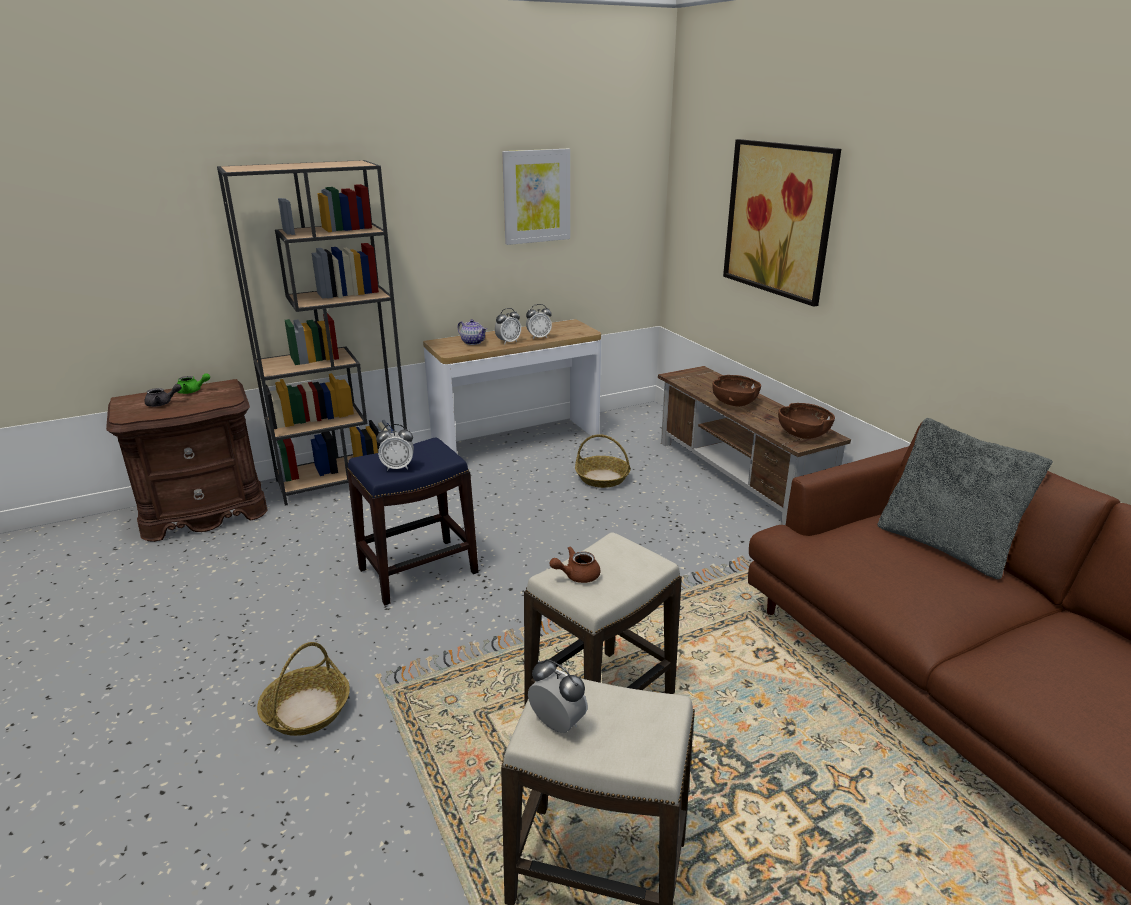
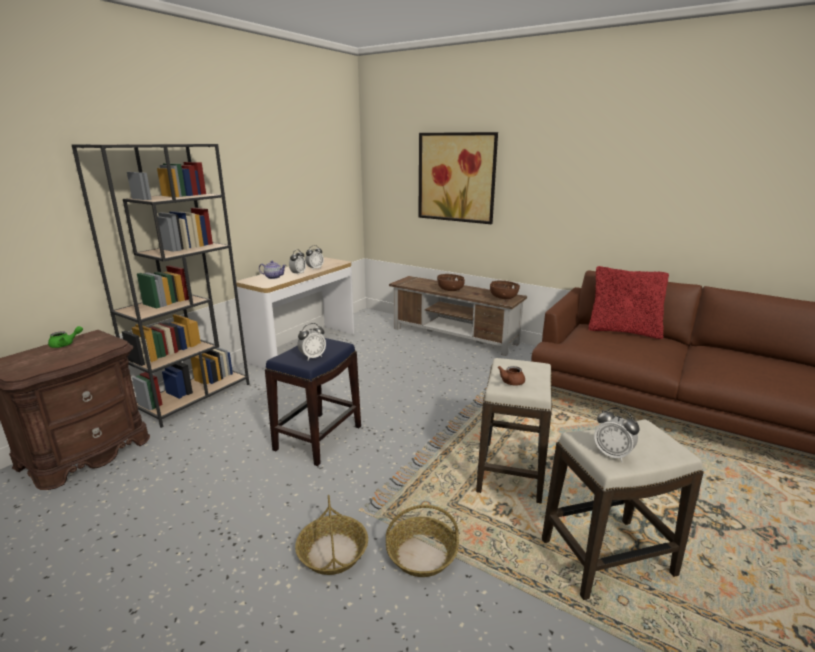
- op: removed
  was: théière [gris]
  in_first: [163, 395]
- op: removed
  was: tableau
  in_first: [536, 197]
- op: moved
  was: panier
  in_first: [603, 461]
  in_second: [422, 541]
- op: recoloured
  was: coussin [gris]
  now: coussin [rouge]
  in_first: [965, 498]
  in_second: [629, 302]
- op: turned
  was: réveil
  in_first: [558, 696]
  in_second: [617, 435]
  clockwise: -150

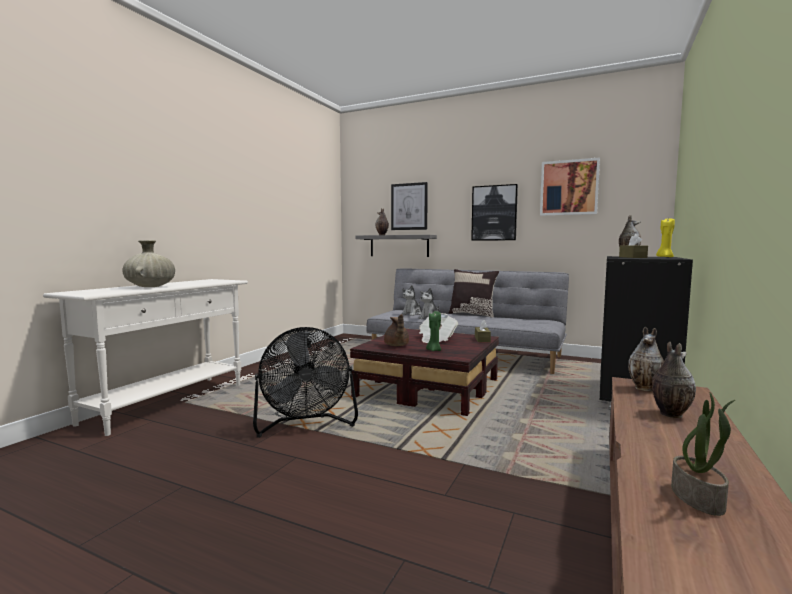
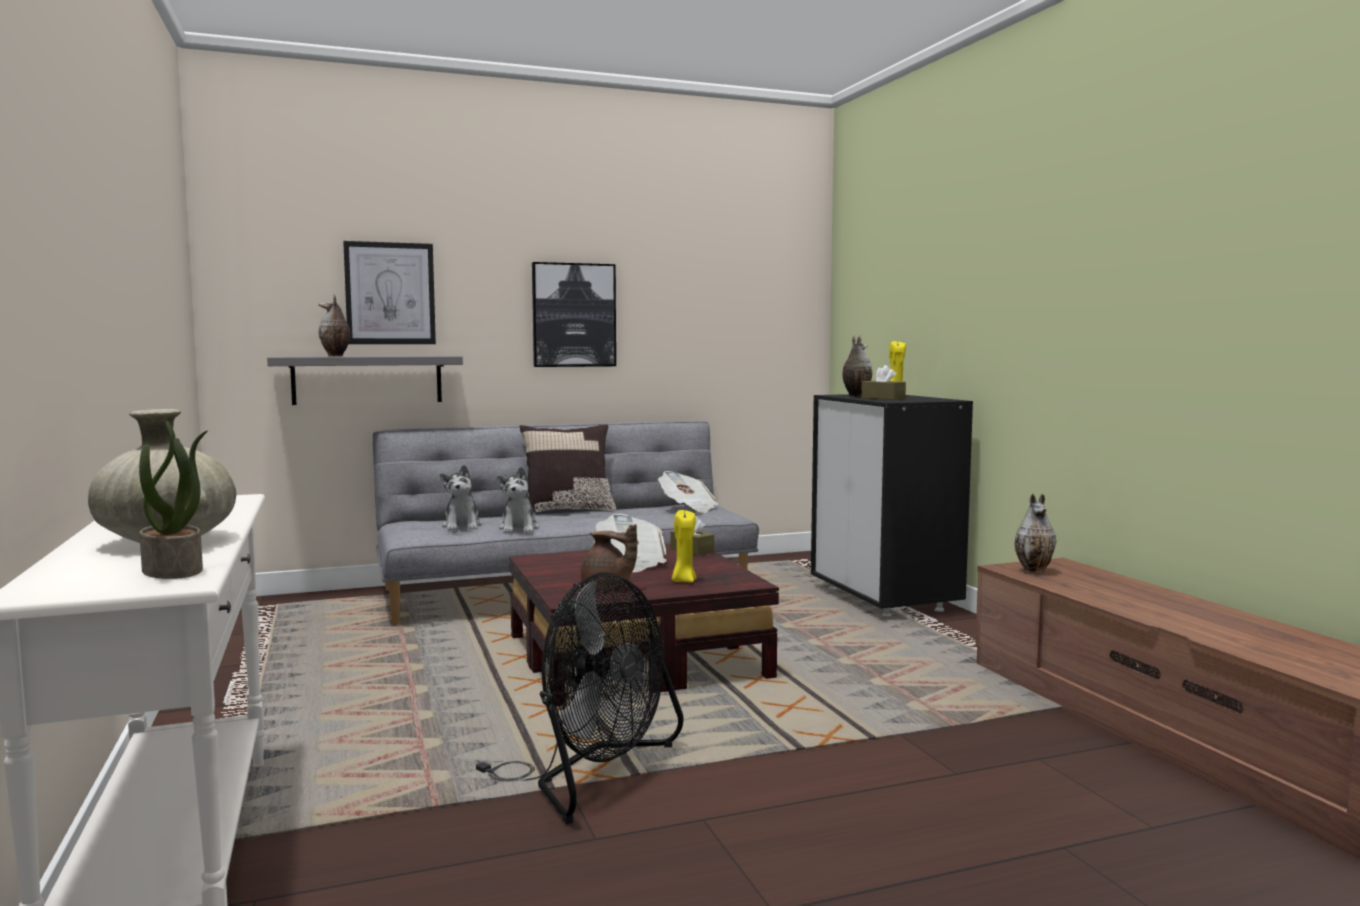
- op: removed
  was: tableau
  in_first: [570, 186]
- op: removed
  was: vase
  in_first: [674, 380]
- op: added
  now: journal
  in_second: [688, 492]
- op: moved
  was: plante en pot
  in_first: [703, 454]
  in_second: [173, 500]
- op: recoloured
  was: bougie [vert]
  now: bougie [jaune]
  in_first: [433, 331]
  in_second: [684, 546]

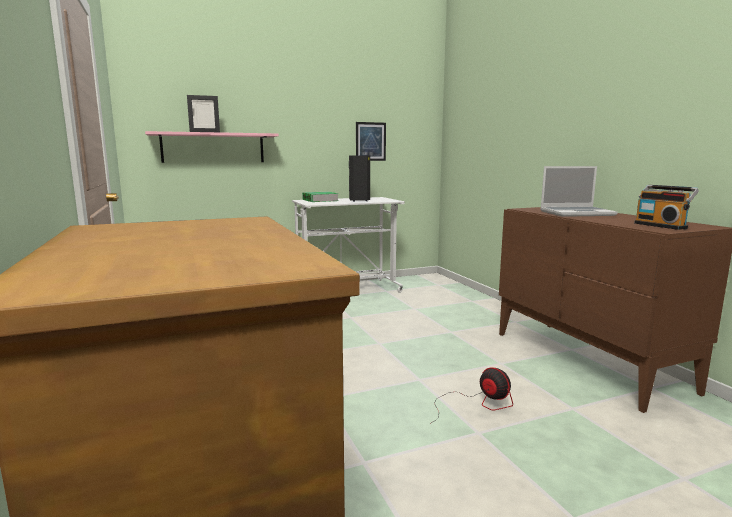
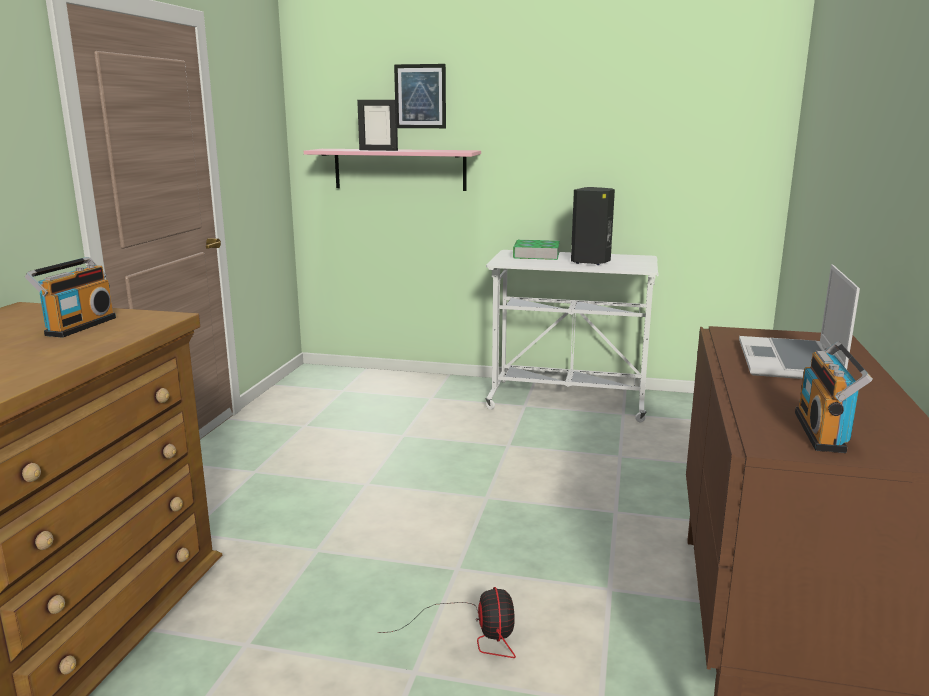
- op: added
  now: radio
  in_second: [70, 297]
- op: moved
  was: tableau
  in_first: [371, 141]
  in_second: [420, 96]
- op: turned
  was: ordinateur portable
  in_first: [579, 191]
  in_second: [799, 321]
  clockwise: 75

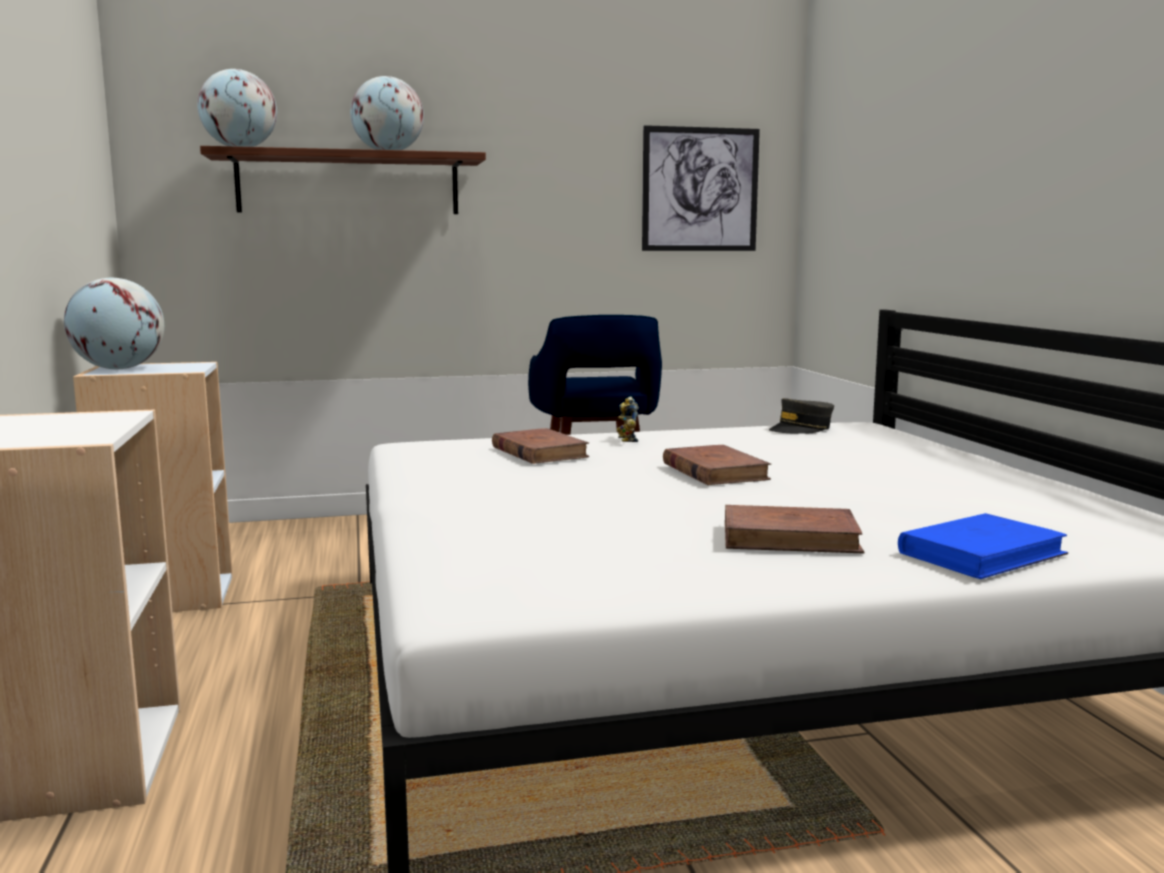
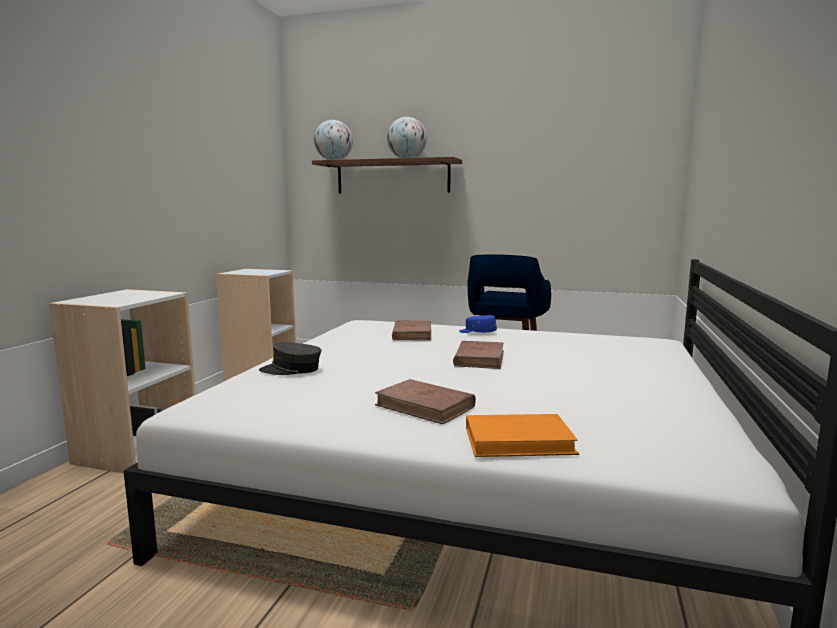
- op: removed
  was: globe
  in_first: [114, 323]
- op: removed
  was: tableau
  in_first: [701, 188]
- op: moved
  was: casquette [gris]
  in_first: [801, 416]
  in_second: [290, 358]
- op: replaced
  was: robot jouet
  now: casquette [bleu]
  in_first: [627, 419]
  in_second: [478, 324]
- op: recoloured
  was: livre [bleu]
  now: livre [orange]
  in_first: [983, 546]
  in_second: [522, 435]

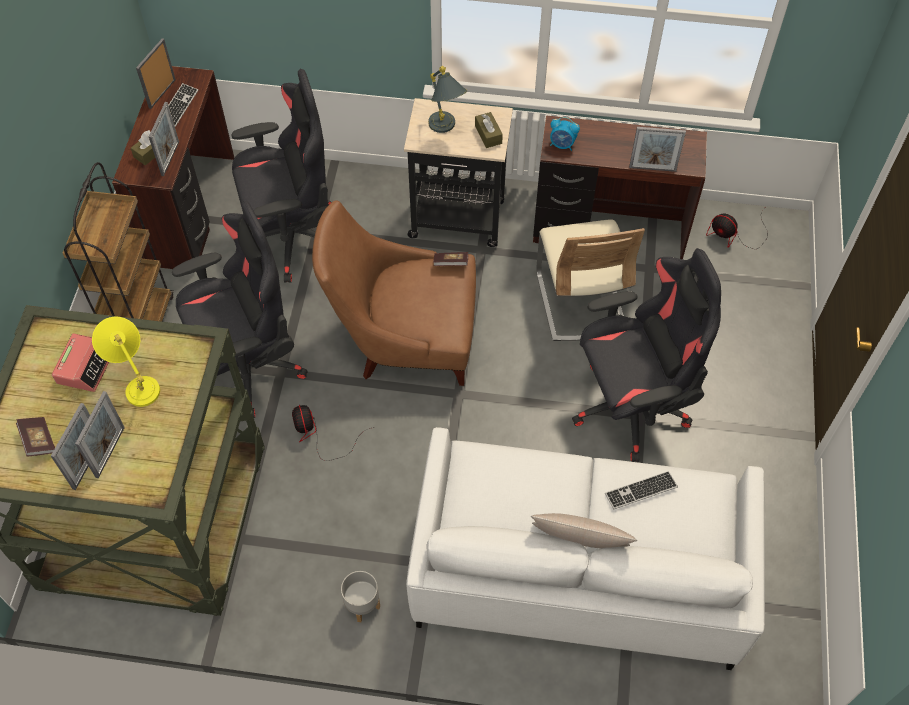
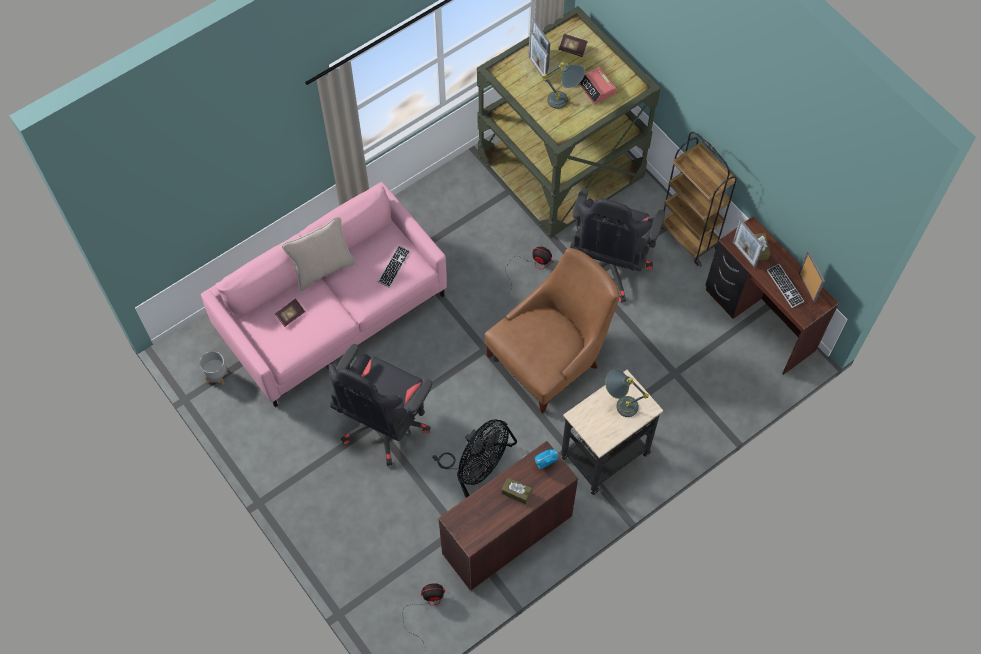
- op: removed
  was: chaise de bureau [noir]
  in_first: [281, 175]
- op: removed
  was: cadre photo
  in_first: [657, 149]
- op: moved
  was: cache-pot [gris]
  in_first: [360, 596]
  in_second: [214, 368]
- op: moved
  was: livre
  in_first: [450, 259]
  in_second: [290, 312]
- op: moved
  was: boîte à mouchoirs [marron]
  in_first: [489, 130]
  in_second: [517, 491]
- op: moved
  was: clavier
  in_first: [641, 490]
  in_second: [394, 266]
- op: replaced
  was: chaise [beige]
  now: ventilateur [noir]
  in_first: [590, 280]
  in_second: [474, 459]
- op: recoloured
  was: lampe de table [jaune]
  now: lampe de table [gris]
  in_first: [126, 362]
  in_second: [563, 85]
- op: recoloured
  was: canapé [blanc]
  now: canapé [rose]
  in_first: [585, 548]
  in_second: [324, 294]

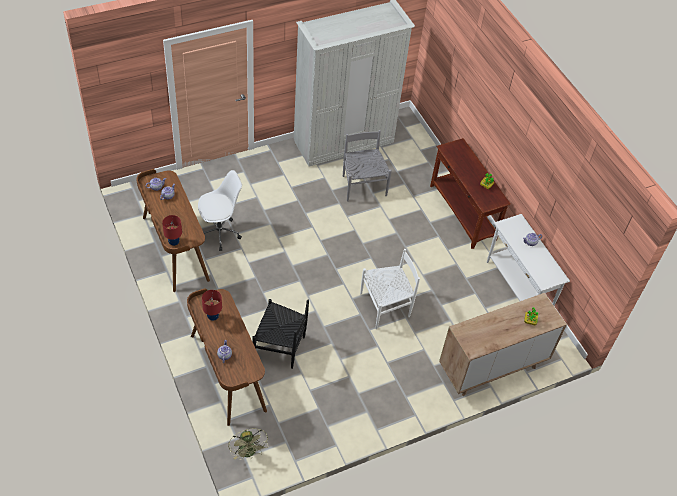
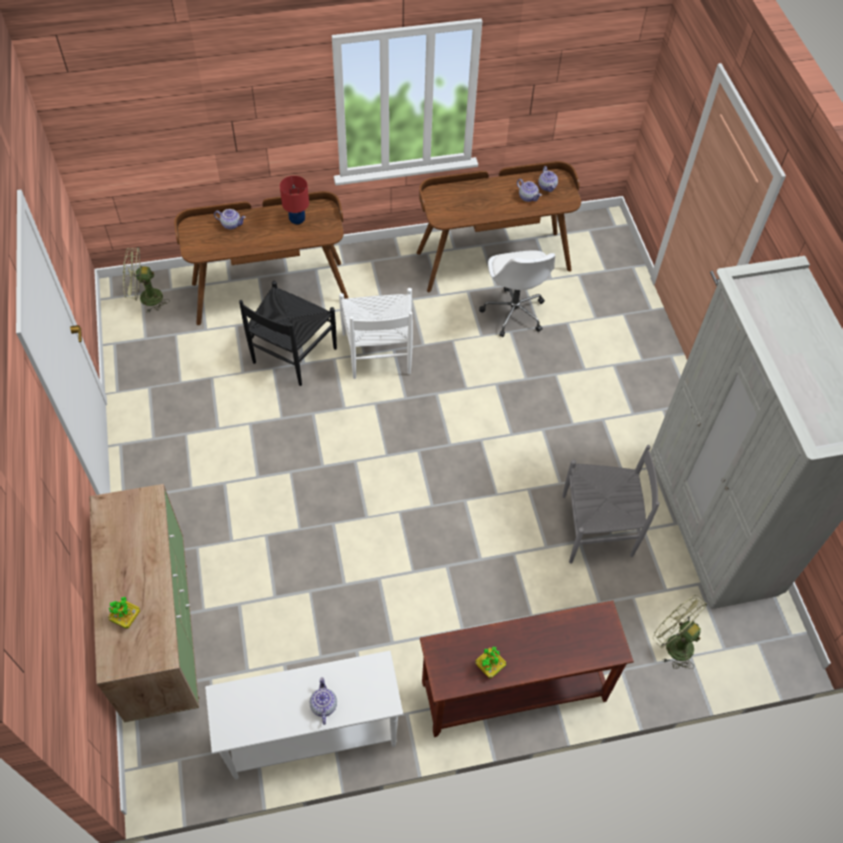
- op: removed
  was: lampe de table [rouge]
  in_first: [172, 230]
- op: added
  now: ventilateur [vert]
  in_second: [680, 632]
- op: moved
  was: chaise [blanc]
  in_first: [390, 289]
  in_second: [376, 333]

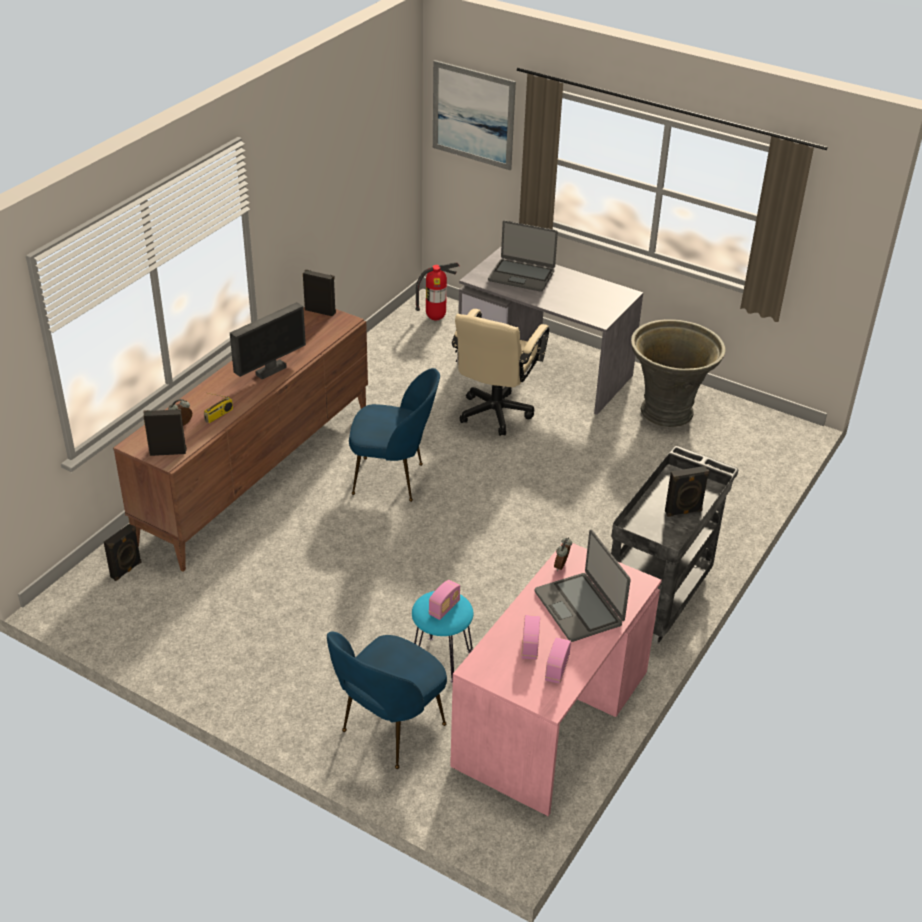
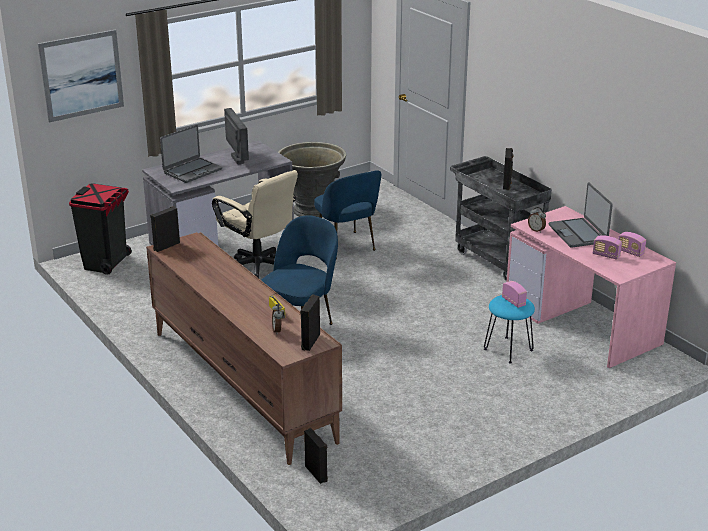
- op: moved
  was: écran d'ordinateur
  in_first: [268, 340]
  in_second: [236, 136]
- op: moved
  was: chaise [bleu]
  in_first: [387, 700]
  in_second: [347, 214]
- op: replaced
  was: extincteur
  now: poubelle [noir]
  in_first: [437, 291]
  in_second: [100, 229]
- op: turned
  was: ordinateur portable
  in_first: [583, 586]
  in_second: [581, 215]
  clockwise: 75

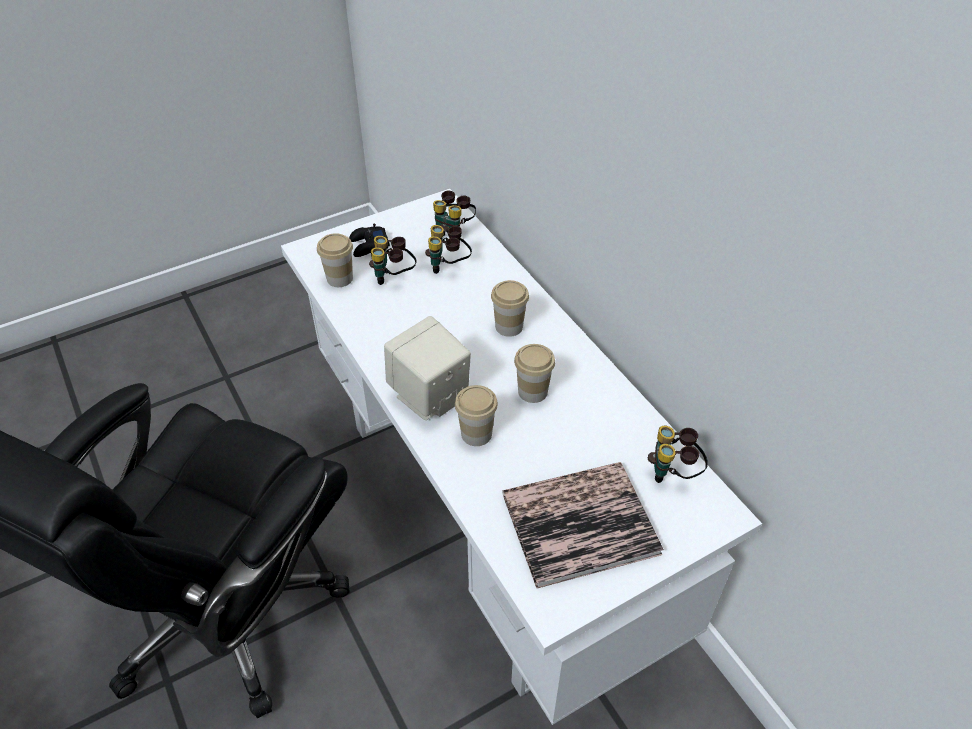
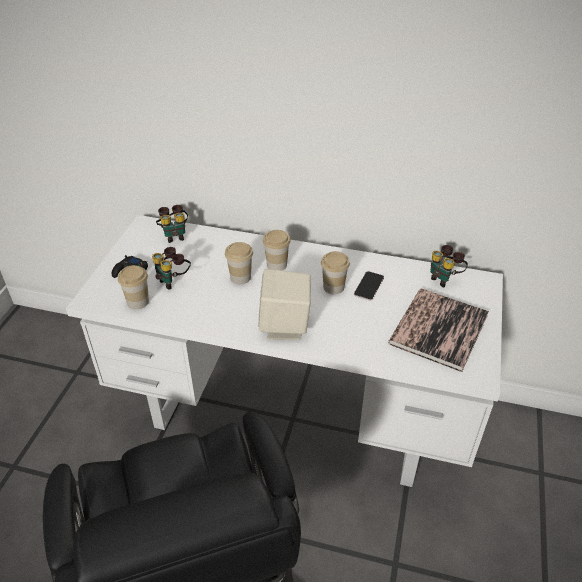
- op: removed
  was: jumelles
  in_first: [448, 249]
- op: added
  now: téléphone
  in_second: [369, 286]
- op: moved
  was: tasse
  in_first: [476, 415]
  in_second: [239, 263]

